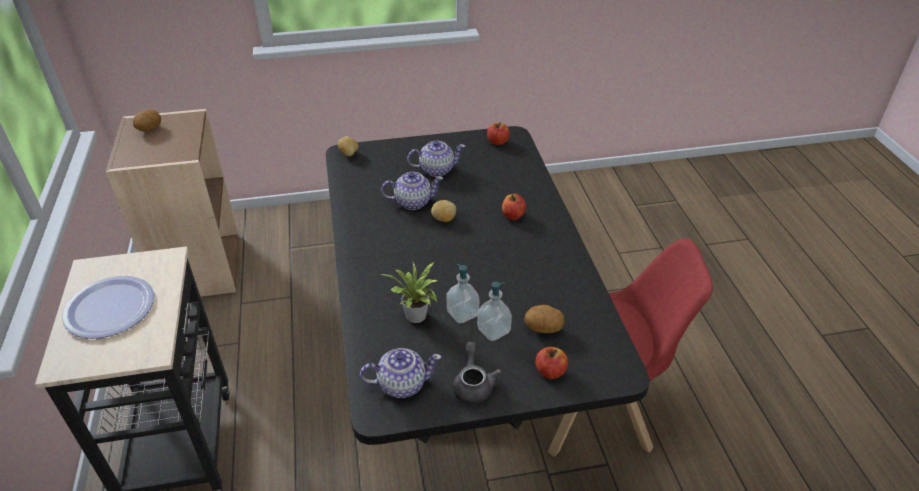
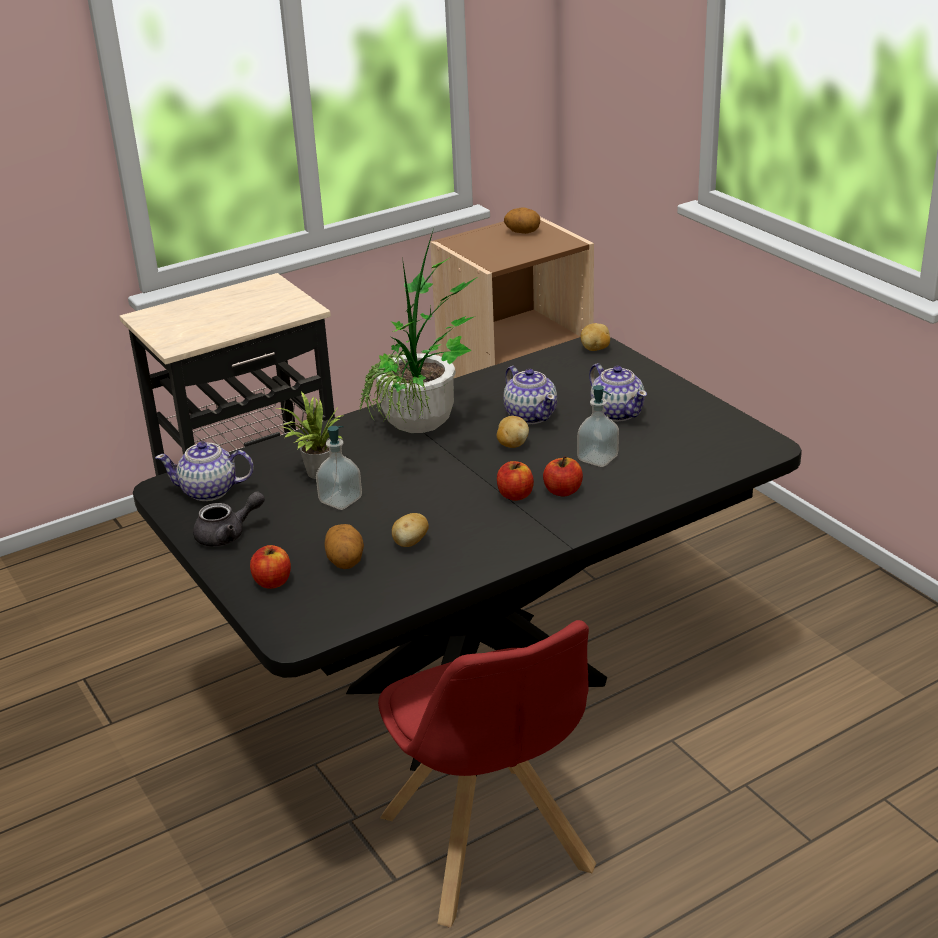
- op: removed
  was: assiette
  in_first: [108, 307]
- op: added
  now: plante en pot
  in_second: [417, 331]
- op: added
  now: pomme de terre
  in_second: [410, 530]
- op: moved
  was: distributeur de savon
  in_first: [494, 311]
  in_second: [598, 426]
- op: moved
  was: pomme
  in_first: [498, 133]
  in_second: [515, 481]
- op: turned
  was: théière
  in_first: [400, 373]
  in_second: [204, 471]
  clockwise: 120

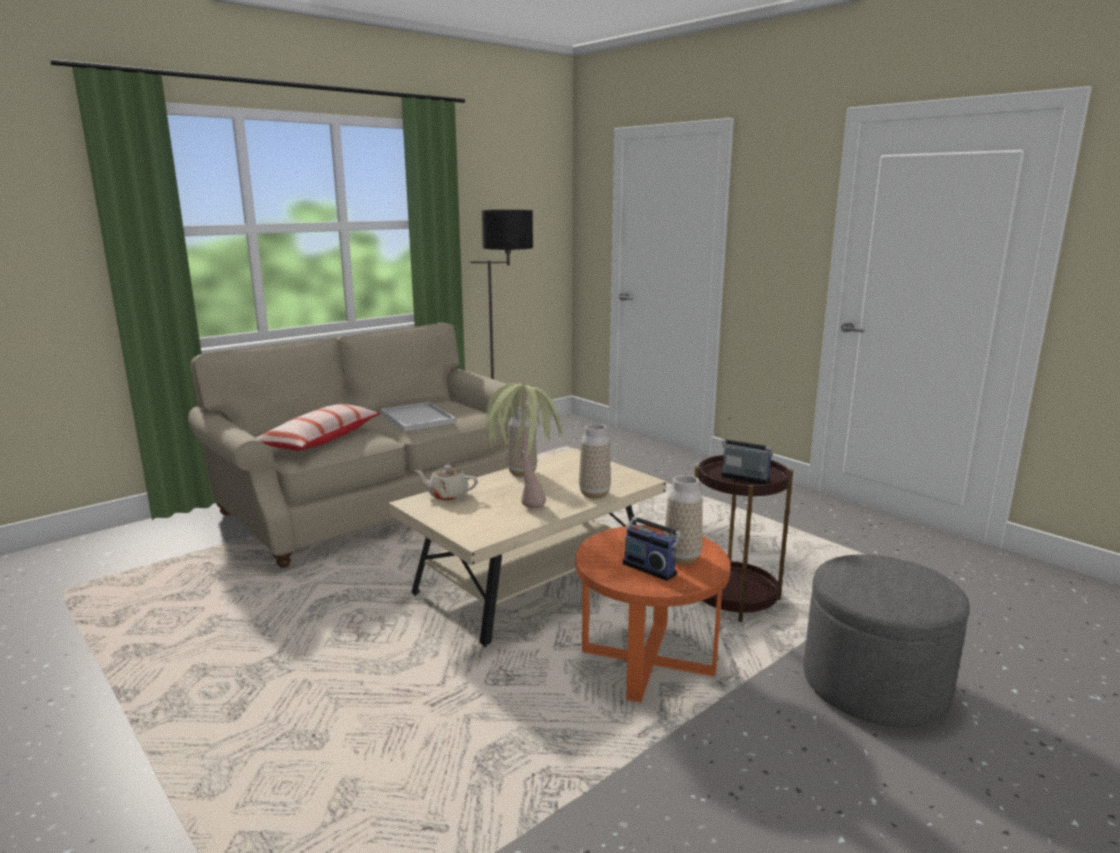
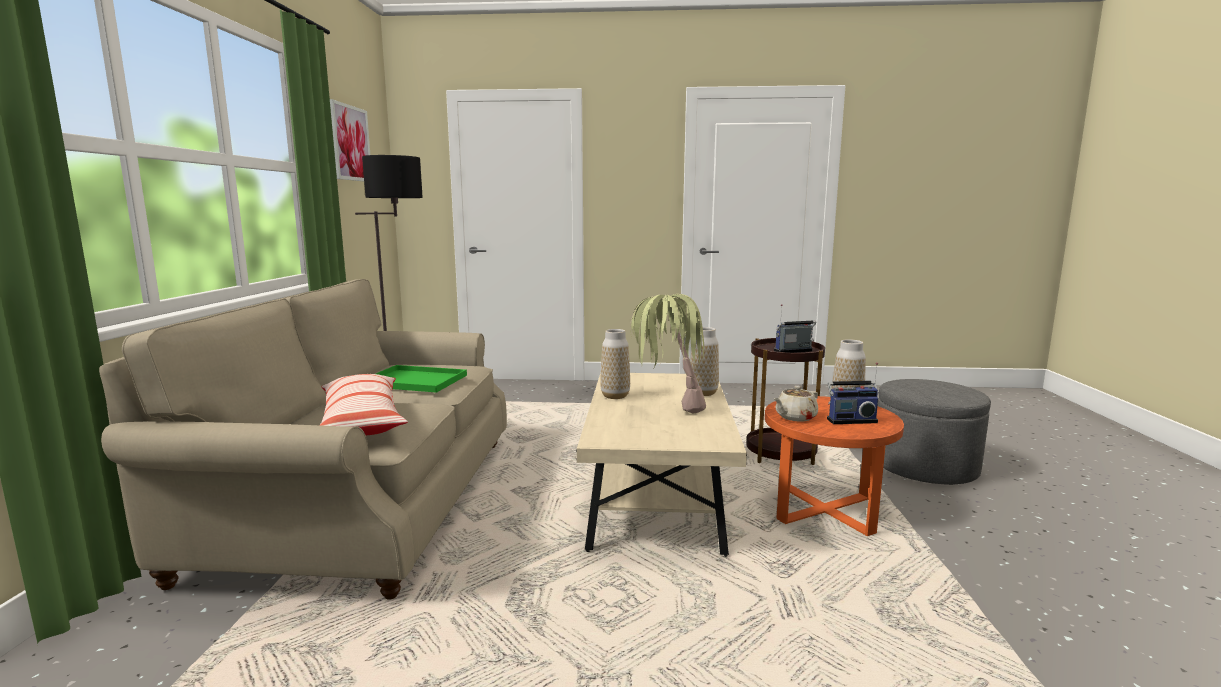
- op: added
  now: tableau
  in_second: [350, 140]
- op: moved
  was: théière [beige]
  in_first: [446, 483]
  in_second: [796, 403]
- op: recoloured
  was: plateau [blanc]
  now: plateau [vert]
  in_first: [418, 416]
  in_second: [421, 379]

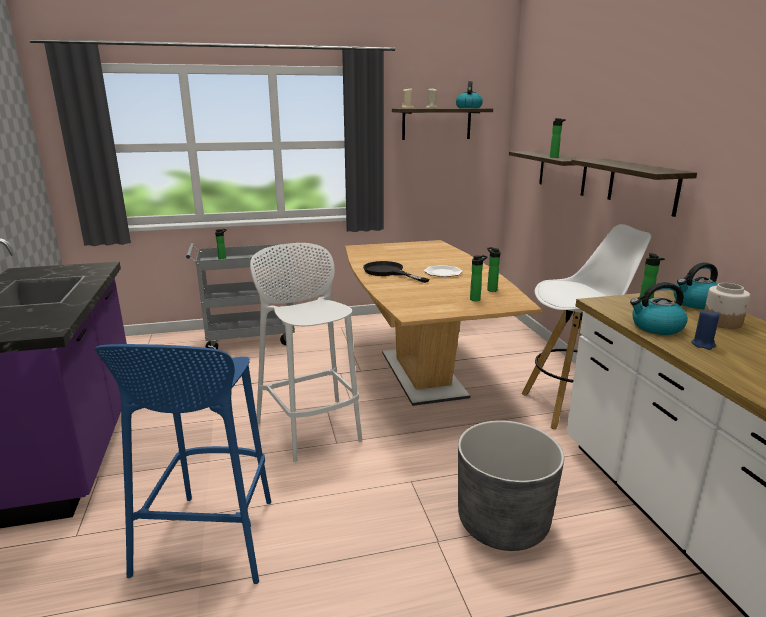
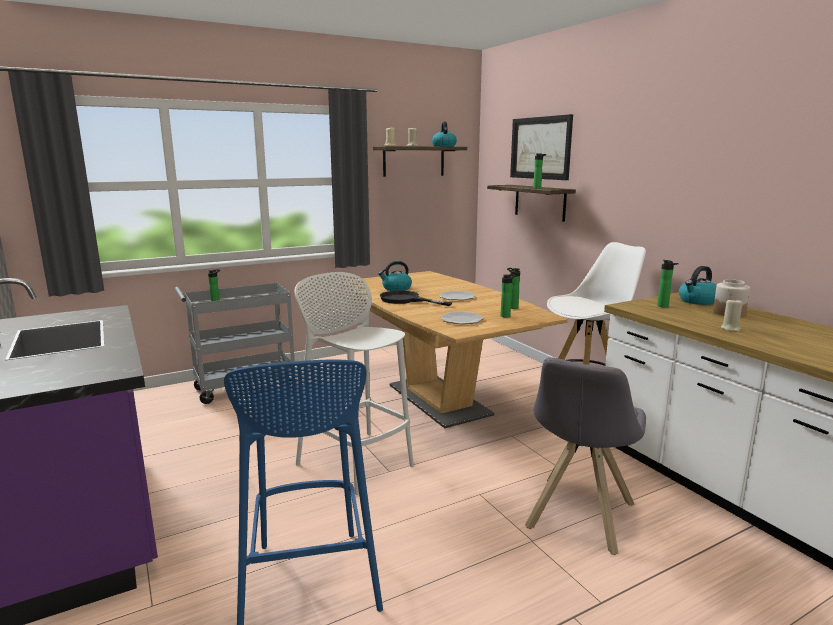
- op: removed
  was: étagère
  in_first: [634, 188]
- op: added
  now: assiette
  in_second: [462, 318]
- op: added
  now: tableau
  in_second: [541, 147]
- op: moved
  was: bouilloire
  in_first: [659, 308]
  in_second: [395, 276]
- op: replaced
  was: cache-pot [gris]
  now: chaise [gris]
  in_first: [511, 485]
  in_second: [585, 456]
- op: recoloured
  was: bougie [bleu]
  now: bougie [beige]
  in_first: [705, 329]
  in_second: [732, 315]

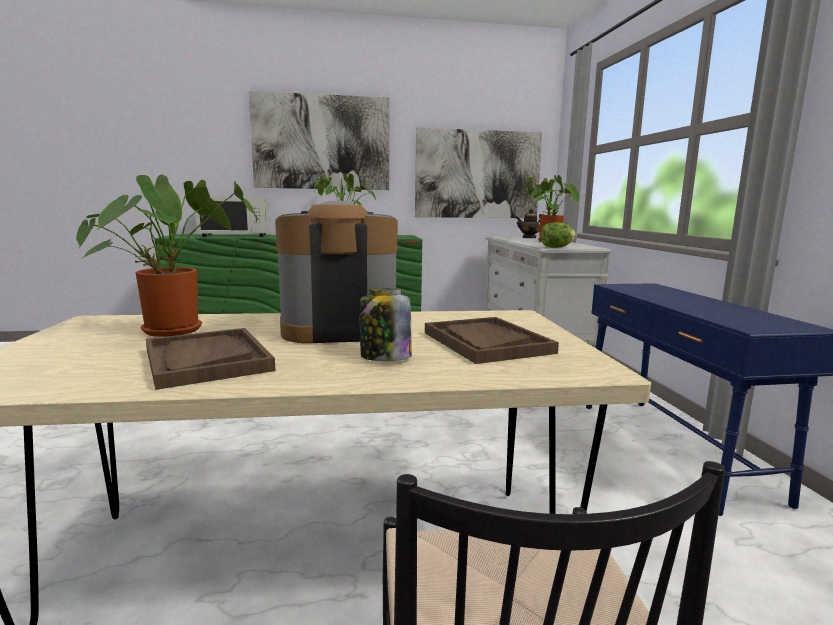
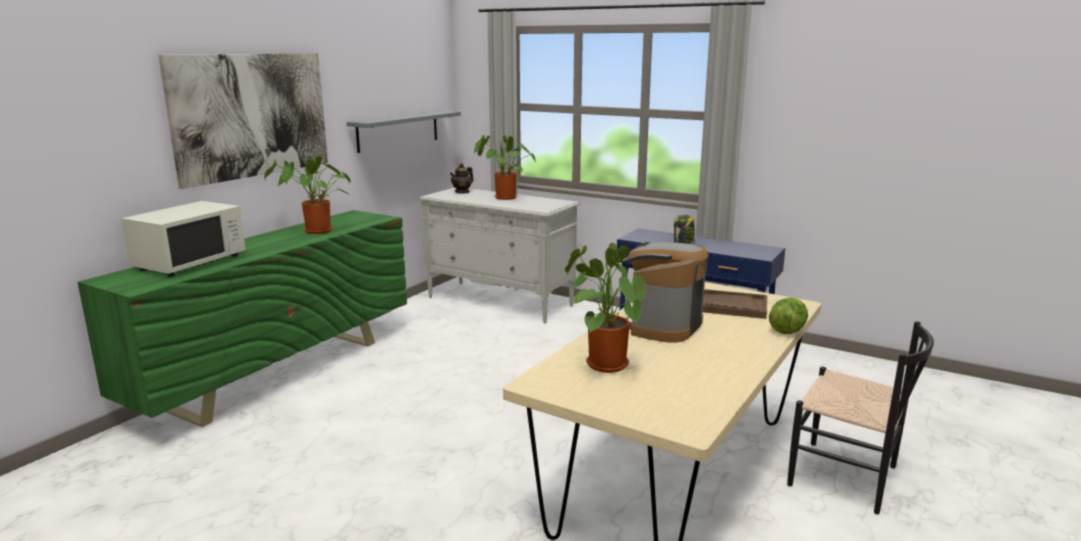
- op: removed
  was: plateau [marron]
  in_first: [210, 359]
- op: moved
  was: bocal
  in_first: [385, 324]
  in_second: [684, 229]
- op: moved
  was: laitue
  in_first: [558, 235]
  in_second: [788, 316]
- op: replaced
  was: tableau
  now: étagère [gris]
  in_first: [478, 172]
  in_second: [403, 132]

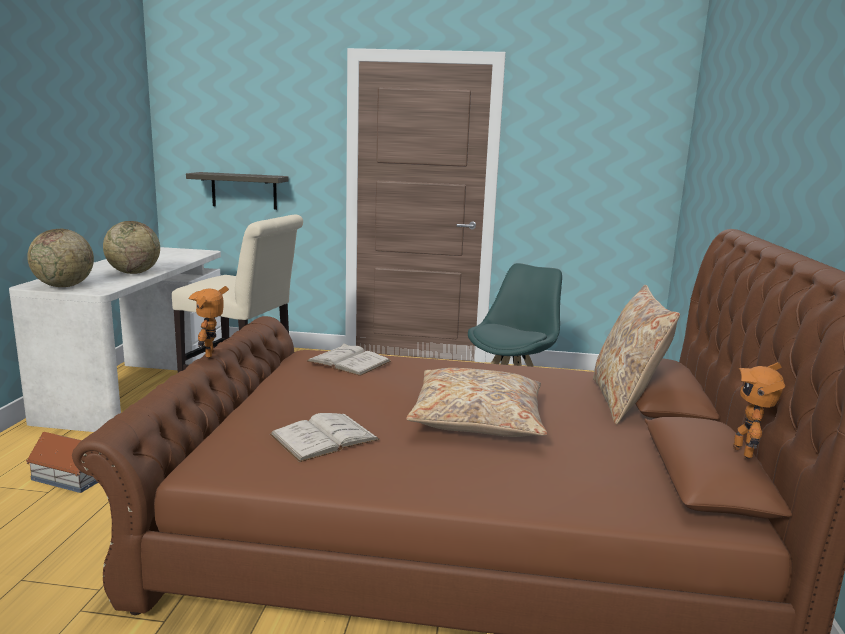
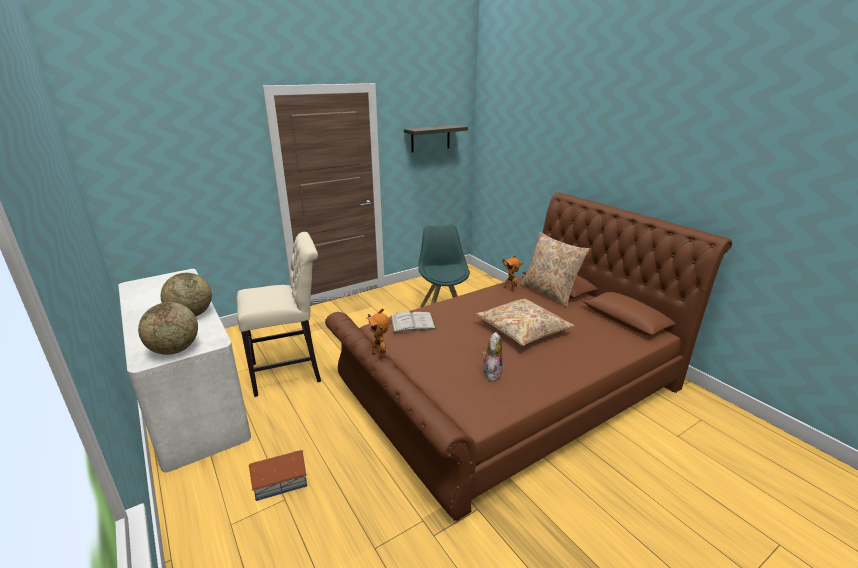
- op: moved
  was: étagère
  in_first: [237, 191]
  in_second: [436, 138]
- op: moved
  was: robot jouet
  in_first: [759, 410]
  in_second: [513, 272]
- op: replaced
  was: livre [blanc]
  now: peluche
  in_first: [325, 437]
  in_second: [492, 356]

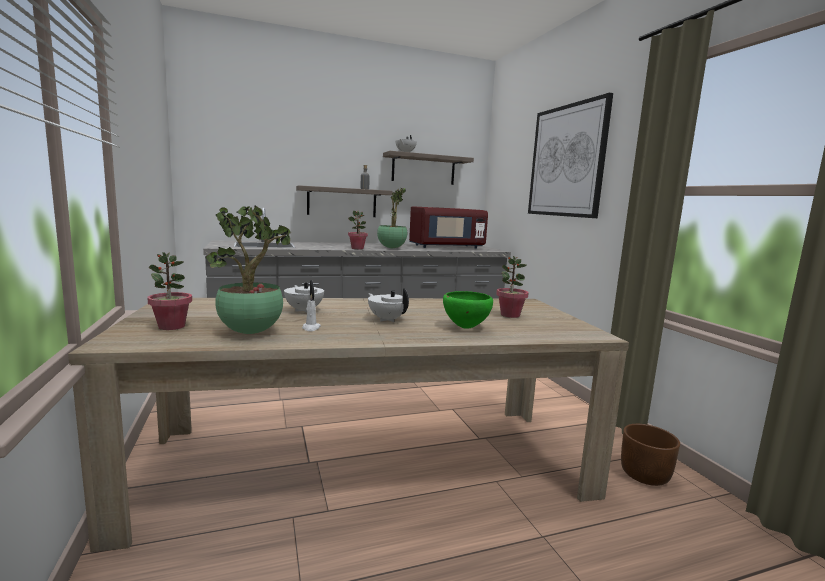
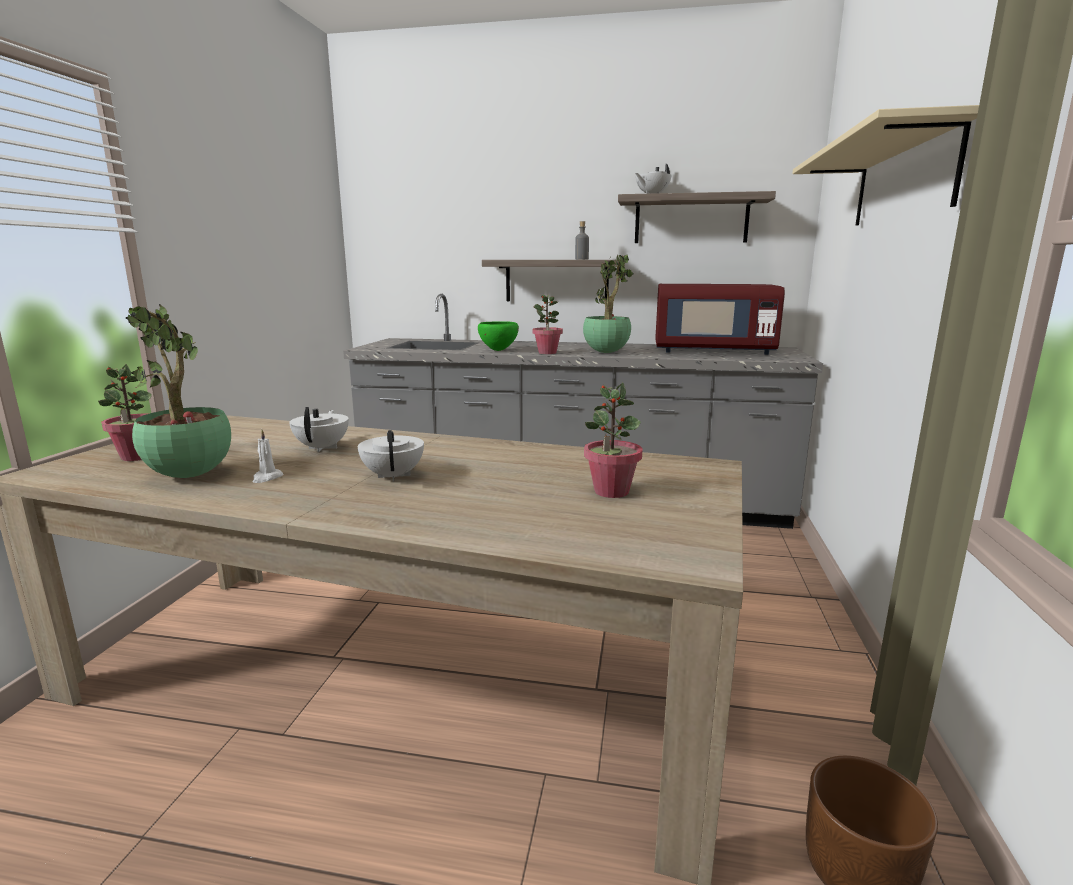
- op: moved
  was: bol [vert]
  in_first: [468, 310]
  in_second: [498, 336]
- op: replaced
  was: tableau
  now: étagère [beige]
  in_first: [570, 155]
  in_second: [886, 165]

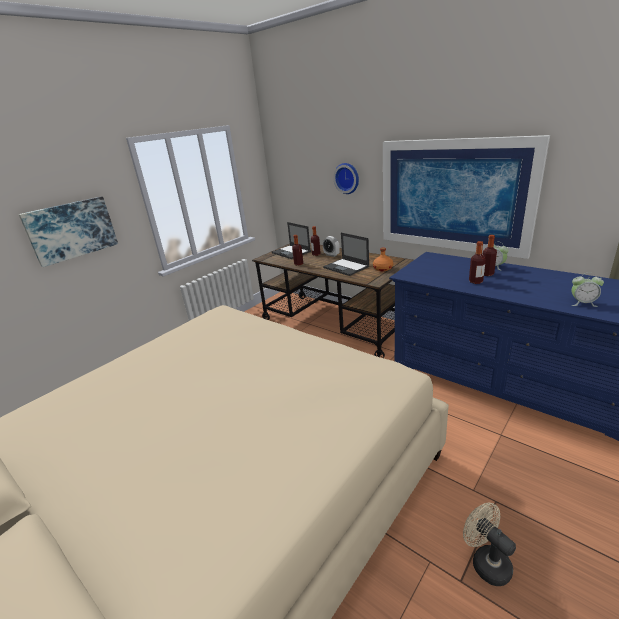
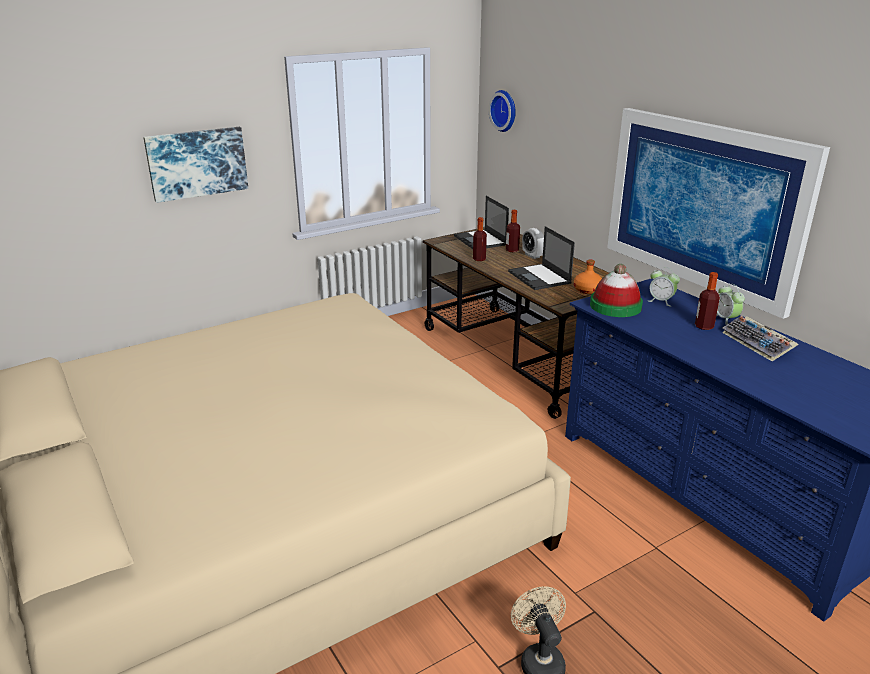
- op: removed
  was: bouteille
  in_first: [477, 262]
- op: added
  now: chapeau
  in_second: [616, 290]
- op: added
  now: clavier
  in_second: [760, 339]
- op: moved
  was: horloge murale
  in_first: [346, 178]
  in_second: [502, 111]
- op: moved
  was: réveil
  in_first: [587, 290]
  in_second: [664, 286]

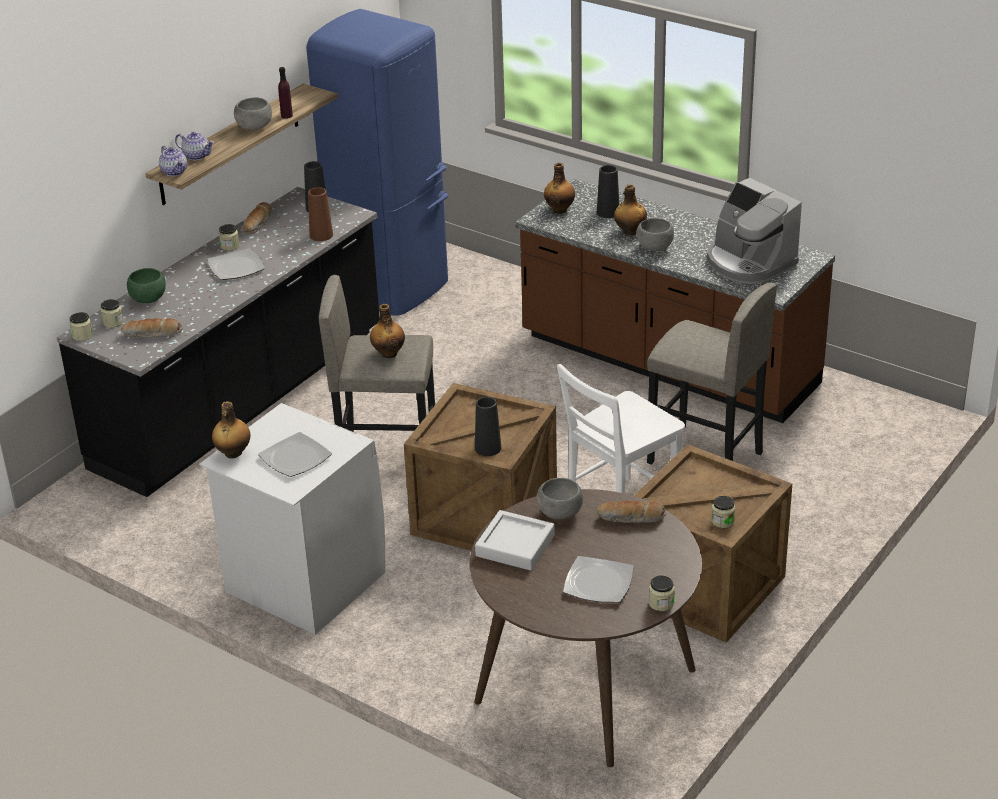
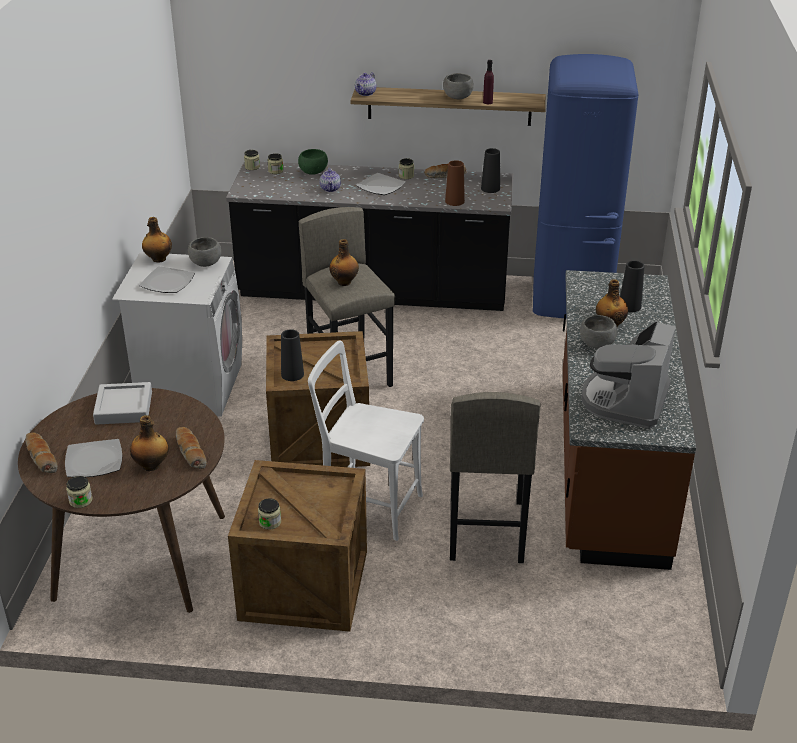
- op: moved
  was: pain
  in_first: [151, 328]
  in_second: [41, 453]
- op: moved
  was: théière
  in_first: [194, 146]
  in_second: [330, 180]
- op: moved
  was: bol [gris]
  in_first: [560, 498]
  in_second: [204, 252]
- op: moved
  was: bouteille
  in_first: [559, 188]
  in_second: [149, 443]

